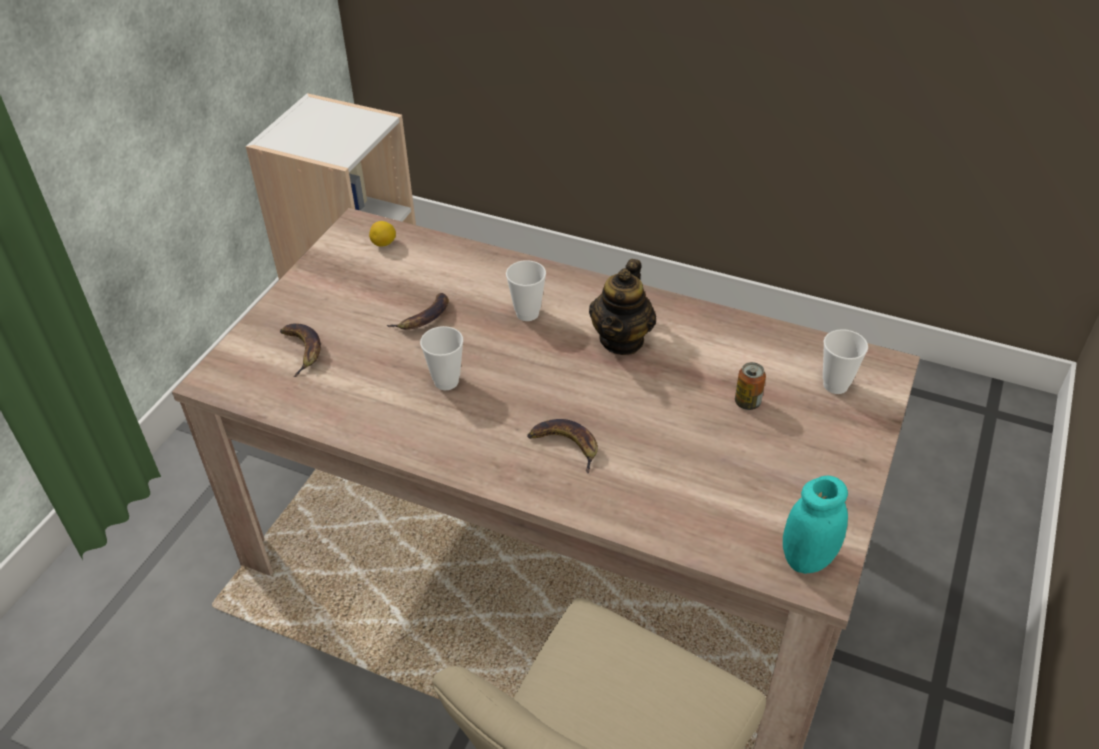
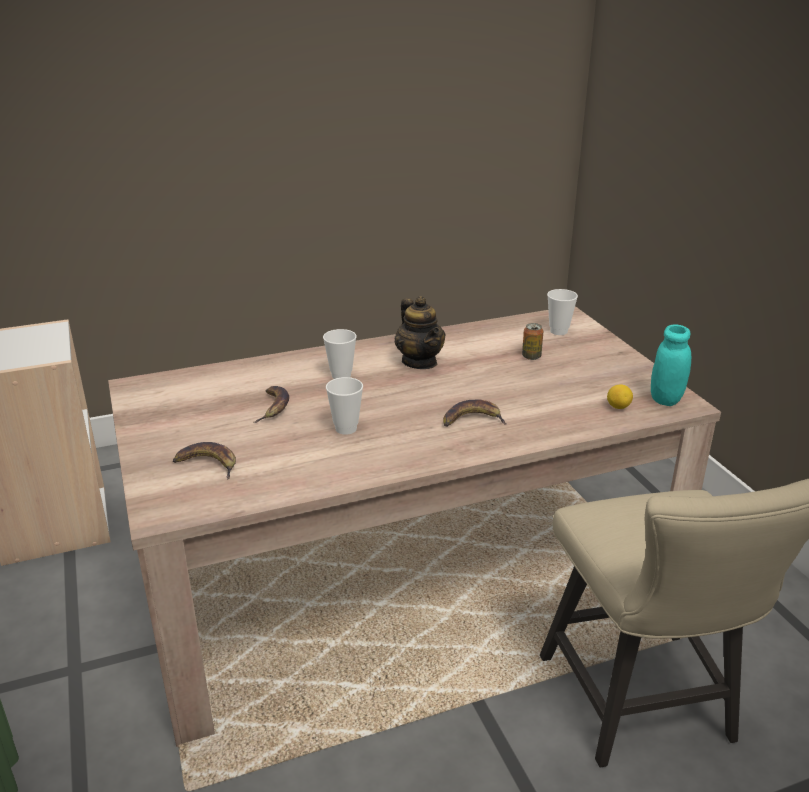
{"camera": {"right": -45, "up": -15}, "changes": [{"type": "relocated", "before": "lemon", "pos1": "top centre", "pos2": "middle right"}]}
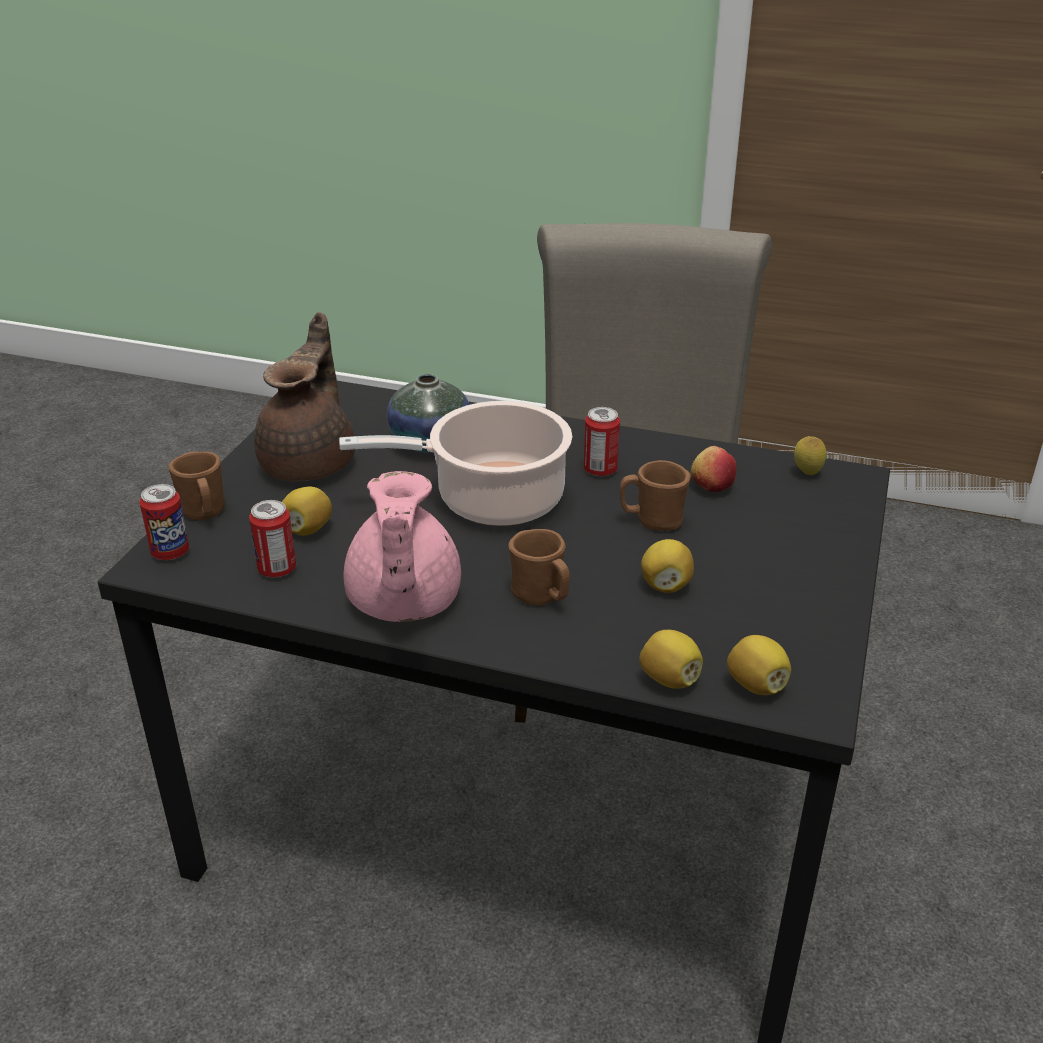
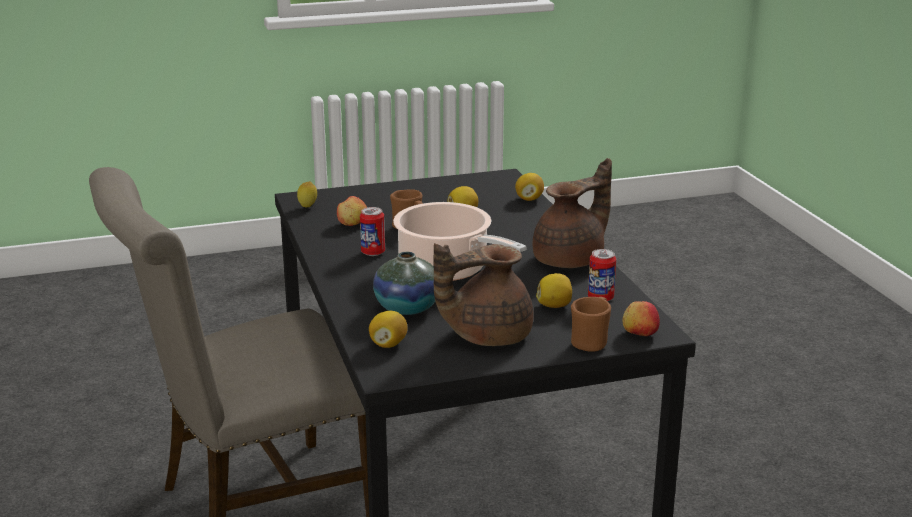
{"camera": {"right": -125, "up": -10}, "changes": [{"type": "colour", "before": "tea pot (pink)", "after": "tea pot (brown-coloured) (no. 2 from left)", "pos1": "centre", "pos2": "centre"}, {"type": "exchanged", "before": "sealed can (no. 1 from left)", "after": "whole apple (no. 2 from left)", "pos1": "middle left", "pos2": "middle right"}, {"type": "missing", "before": "coffee mug (brown-coloured) (no. 2 from left)", "pos1": "centre"}, {"type": "relocated", "before": "lemon (no. 4 from left in the first image)", "after": "lemon (no. 2 from left)", "pos1": "middle right", "pos2": "centre"}]}
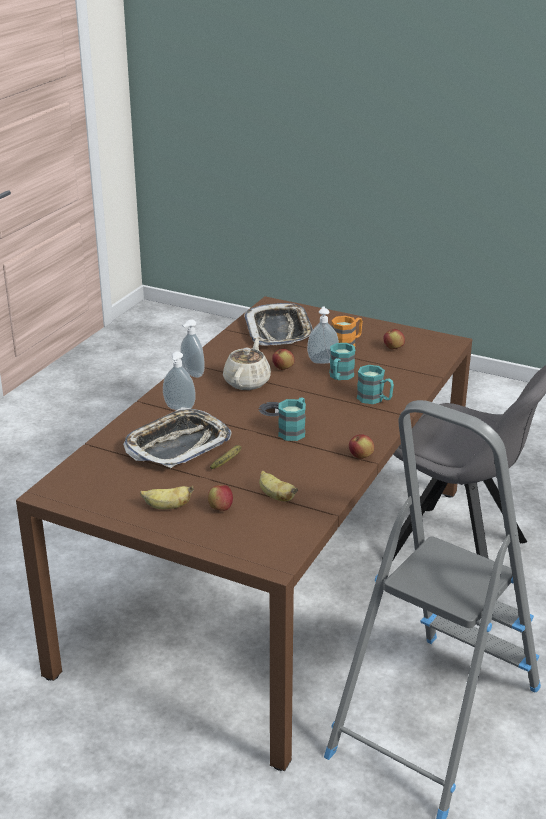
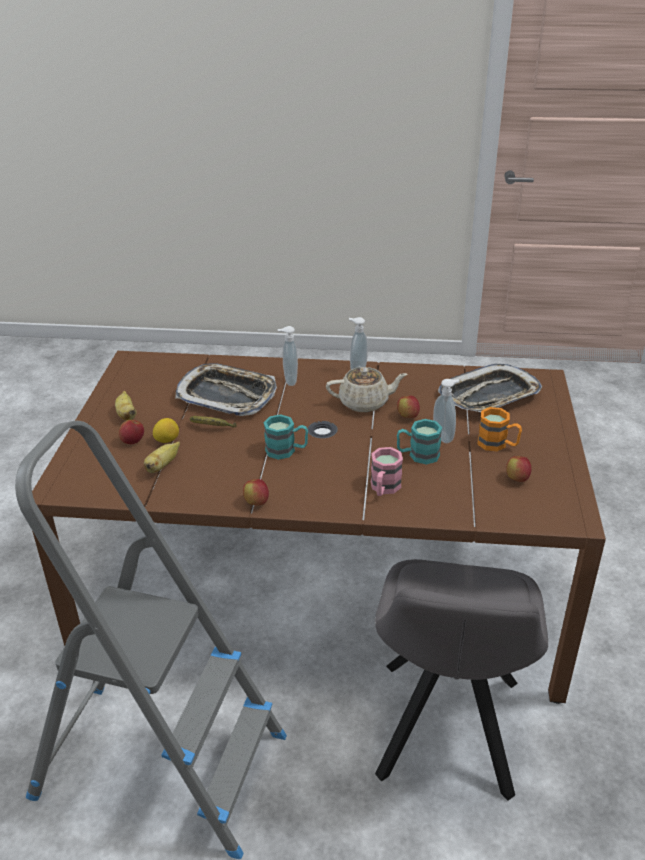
{"camera": {"right": 70, "up": 5}, "changes": [{"type": "colour", "before": "coffee mug (turquoise) (no. 3 from left)", "after": "coffee mug (pink)", "pos1": "middle right", "pos2": "centre"}, {"type": "appeared", "after": "lemon", "pos2": "middle left"}]}
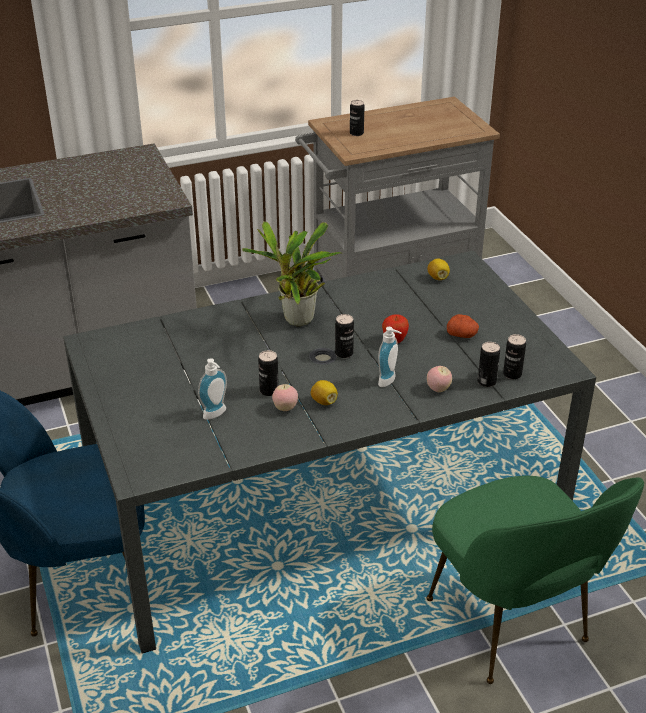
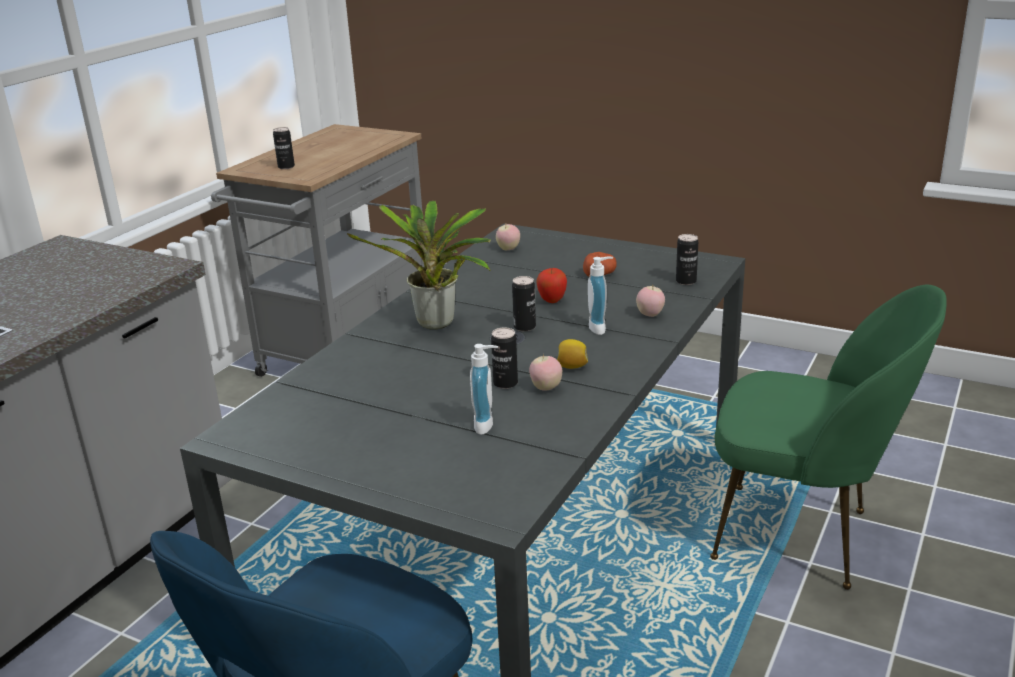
{"camera": {"right": -40, "up": -10}, "changes": [{"type": "exchanged", "before": "lemon (no. 2 from left)", "after": "whole apple (no. 1 from left)", "pos1": "middle right", "pos2": "centre"}, {"type": "missing", "before": "sealed can (no. 4 from left)", "pos1": "middle right"}]}
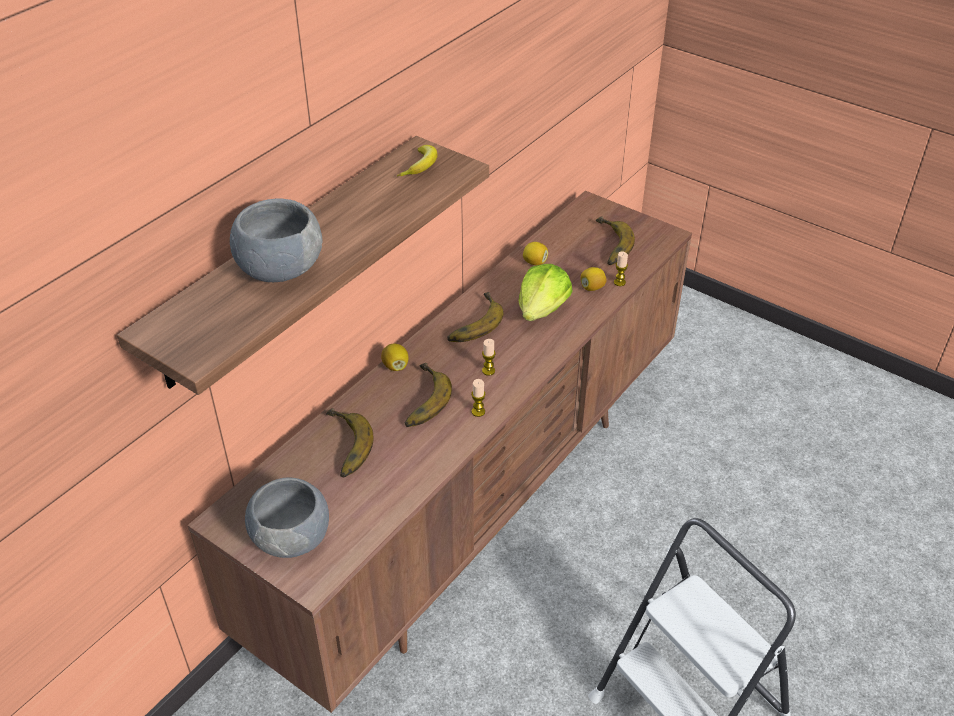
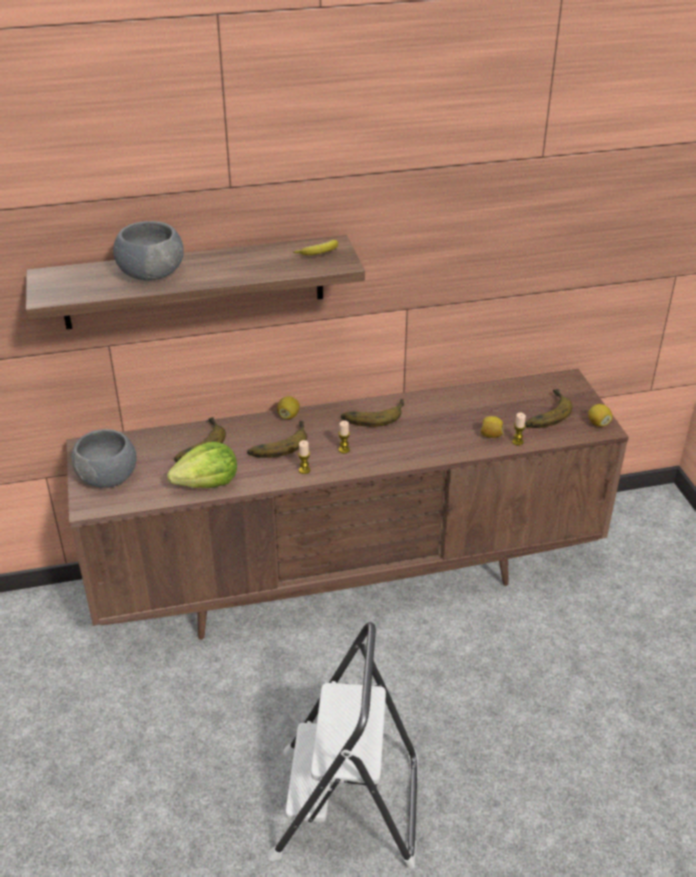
{"camera": {"right": 40, "up": -5}, "changes": [{"type": "relocated", "before": "lemon (no. 2 from left in the first image)", "after": "lemon (no. 3 from left)", "pos1": "centre", "pos2": "middle right"}, {"type": "relocated", "before": "lettuce head", "pos1": "centre", "pos2": "middle left"}]}
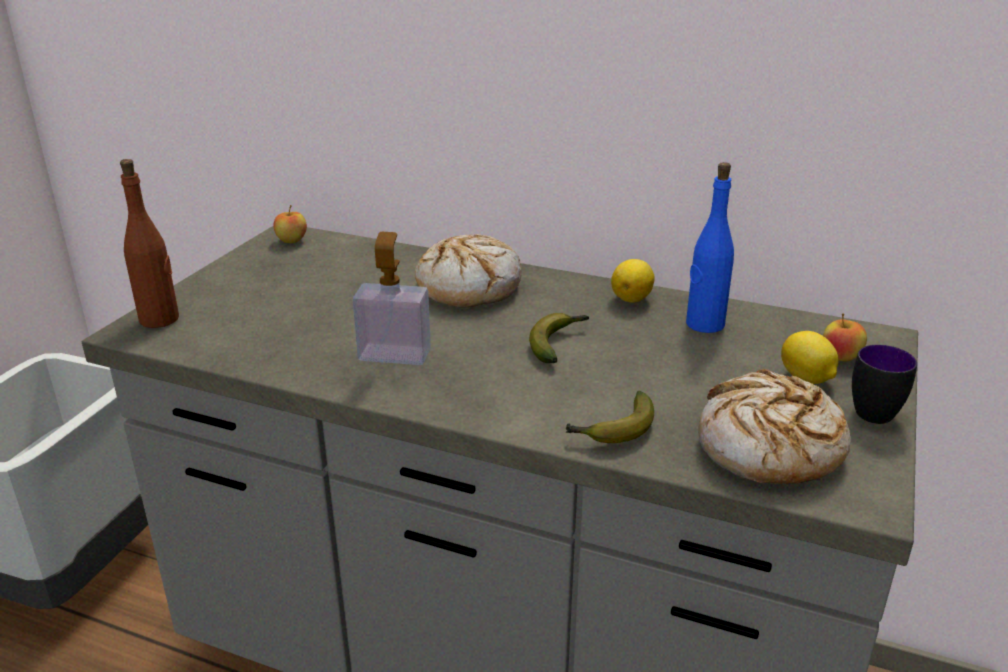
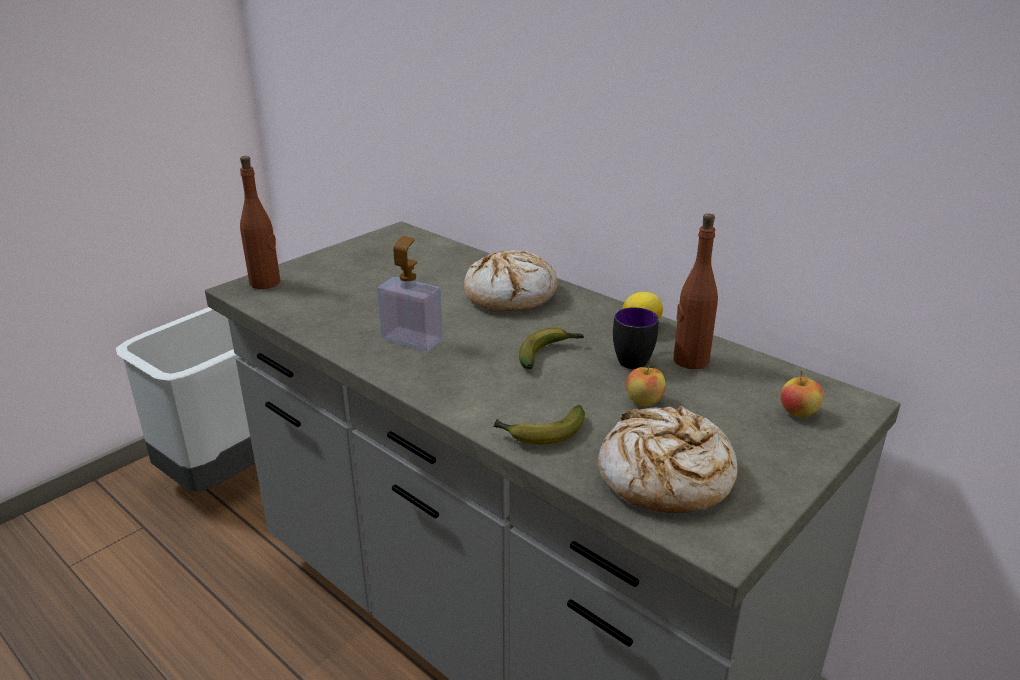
{"camera": {"right": 20, "up": 0}, "changes": [{"type": "colour", "before": "bottle (blue-coloured)", "after": "bottle (brown-coloured) (no. 2 from left)", "pos1": "middle right", "pos2": "middle right"}, {"type": "relocated", "before": "whole apple (no. 1 from left)", "pos1": "middle left", "pos2": "centre"}, {"type": "missing", "before": "lemon (no. 2 from left)", "pos1": "middle right"}, {"type": "relocated", "before": "coffee mug", "pos1": "middle right", "pos2": "centre"}]}
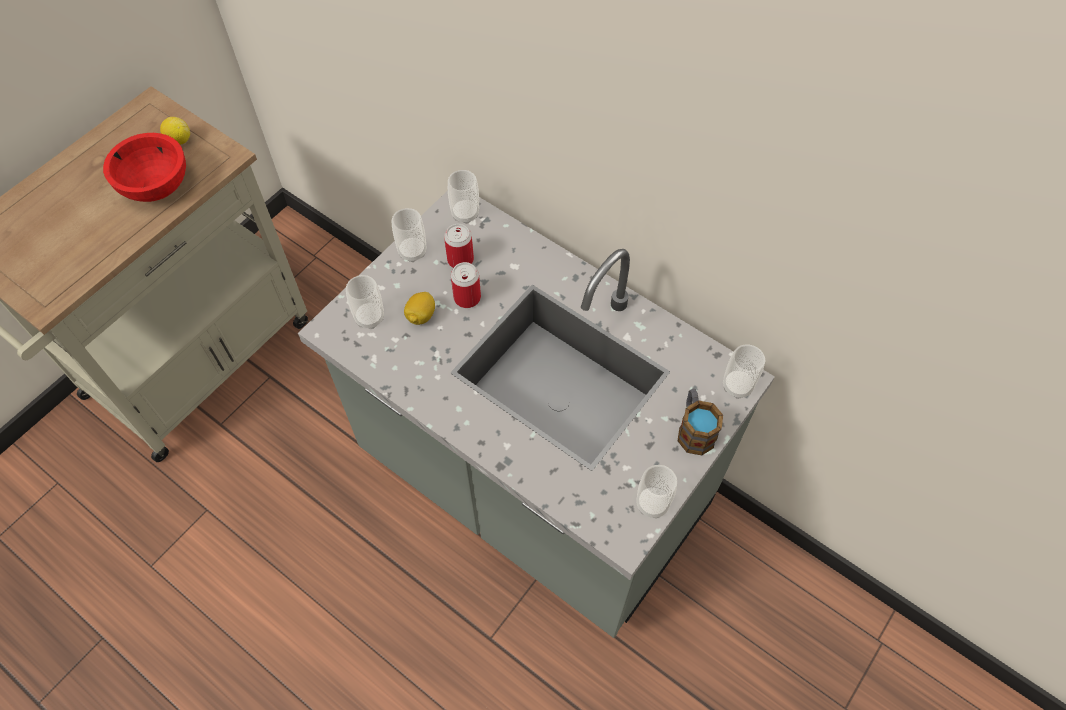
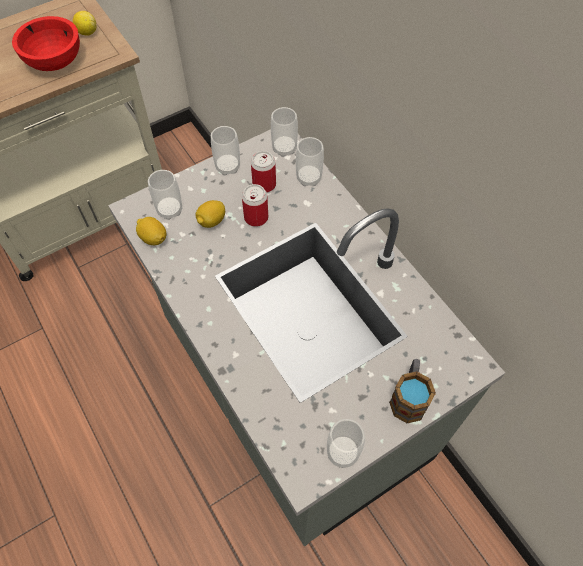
{"camera": {"right": 20, "up": 0}, "changes": [{"type": "relocated", "before": "cup (no. 5 from left in the first image)", "after": "cup (no. 4 from left)", "pos1": "middle right", "pos2": "top centre"}, {"type": "appeared", "after": "lemon (no. 2 from left)", "pos2": "middle left"}]}
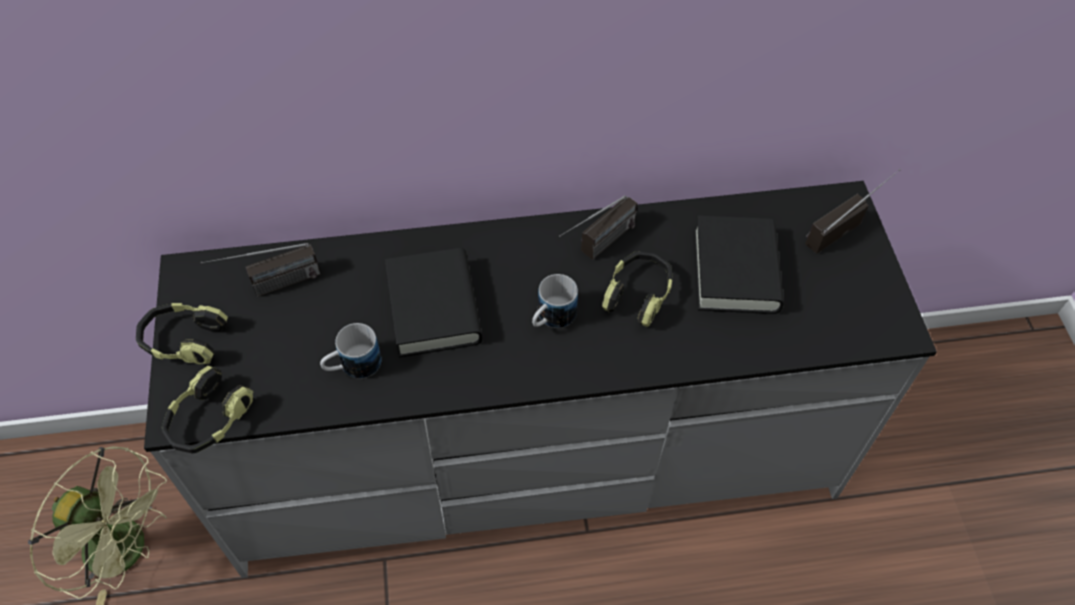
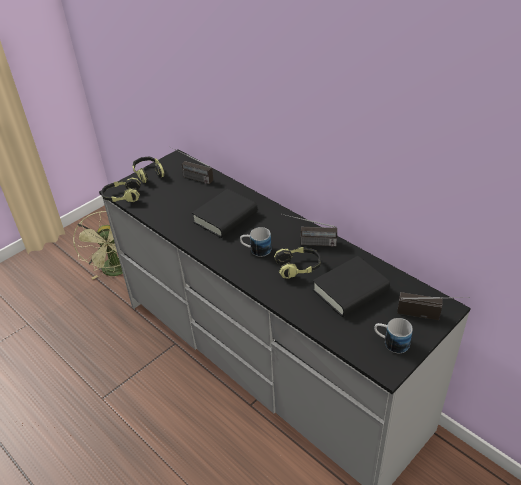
{"camera": {"right": 55, "up": -15}, "changes": [{"type": "relocated", "before": "coffee mug (no. 1 from left in the first image)", "after": "coffee mug (no. 2 from left)", "pos1": "middle left", "pos2": "bottom right"}]}
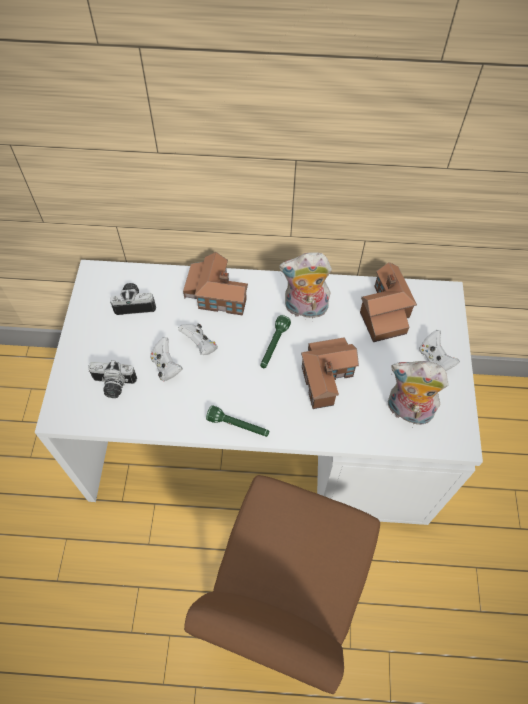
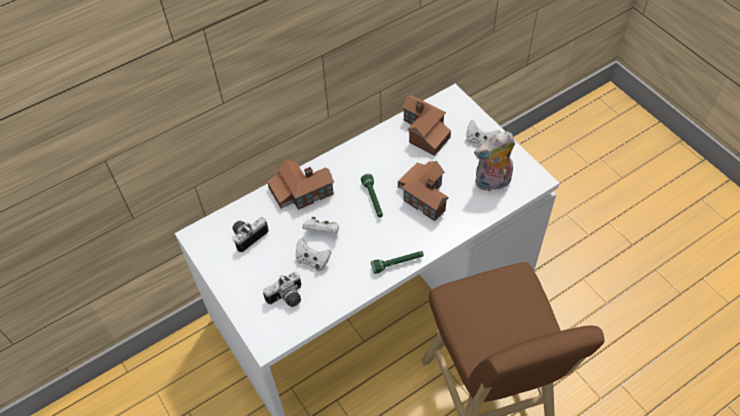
{"camera": {"right": -35, "up": -5}, "changes": [{"type": "missing", "before": "soft toy (no. 1 from left)", "pos1": "centre"}]}
